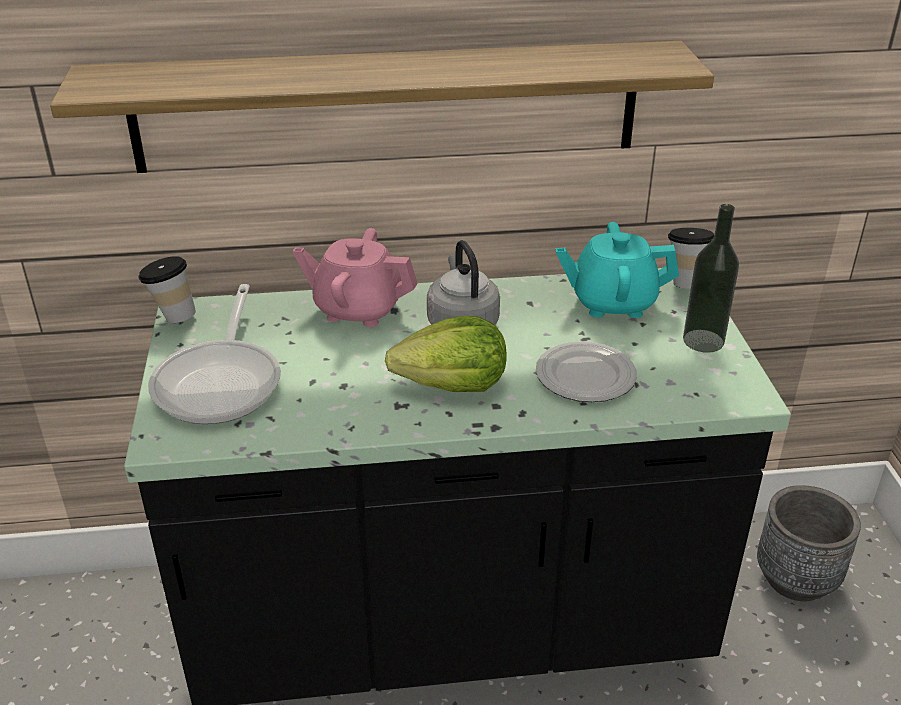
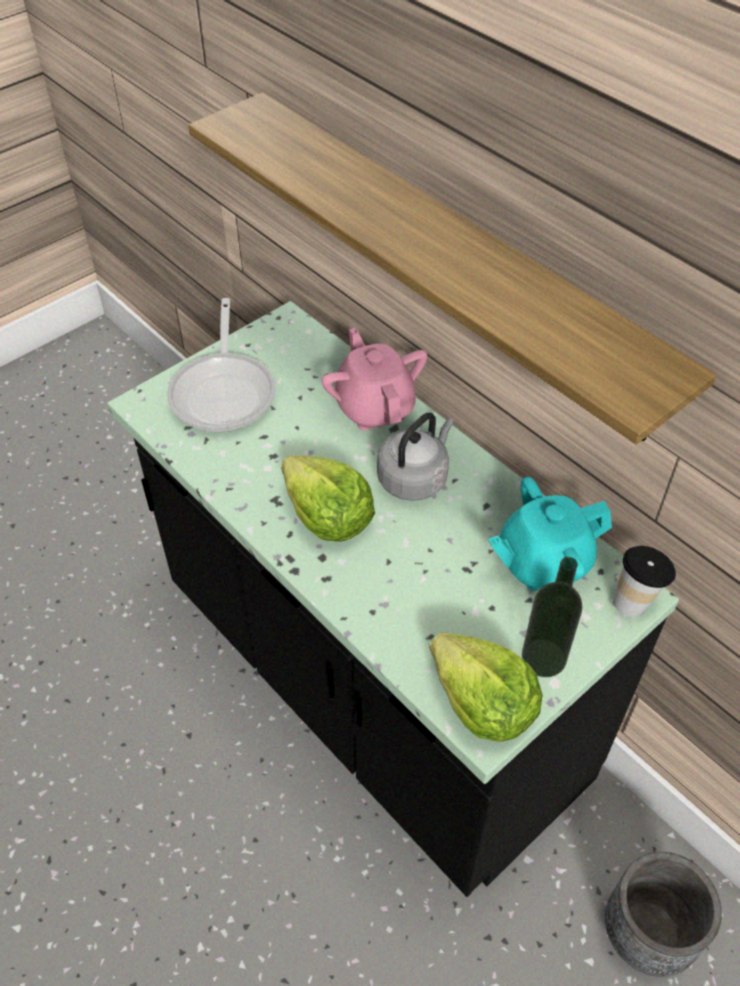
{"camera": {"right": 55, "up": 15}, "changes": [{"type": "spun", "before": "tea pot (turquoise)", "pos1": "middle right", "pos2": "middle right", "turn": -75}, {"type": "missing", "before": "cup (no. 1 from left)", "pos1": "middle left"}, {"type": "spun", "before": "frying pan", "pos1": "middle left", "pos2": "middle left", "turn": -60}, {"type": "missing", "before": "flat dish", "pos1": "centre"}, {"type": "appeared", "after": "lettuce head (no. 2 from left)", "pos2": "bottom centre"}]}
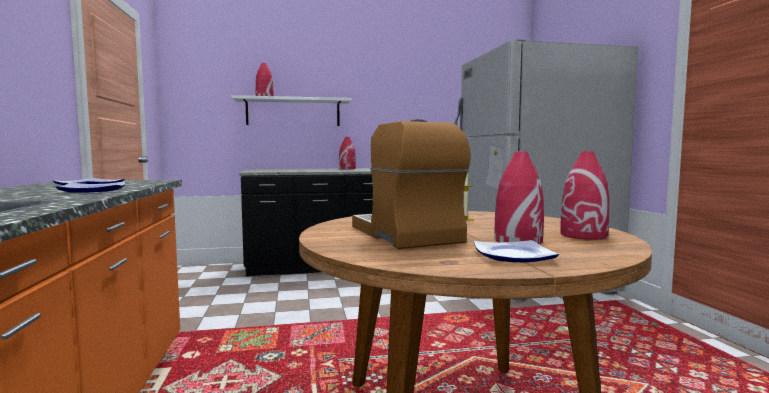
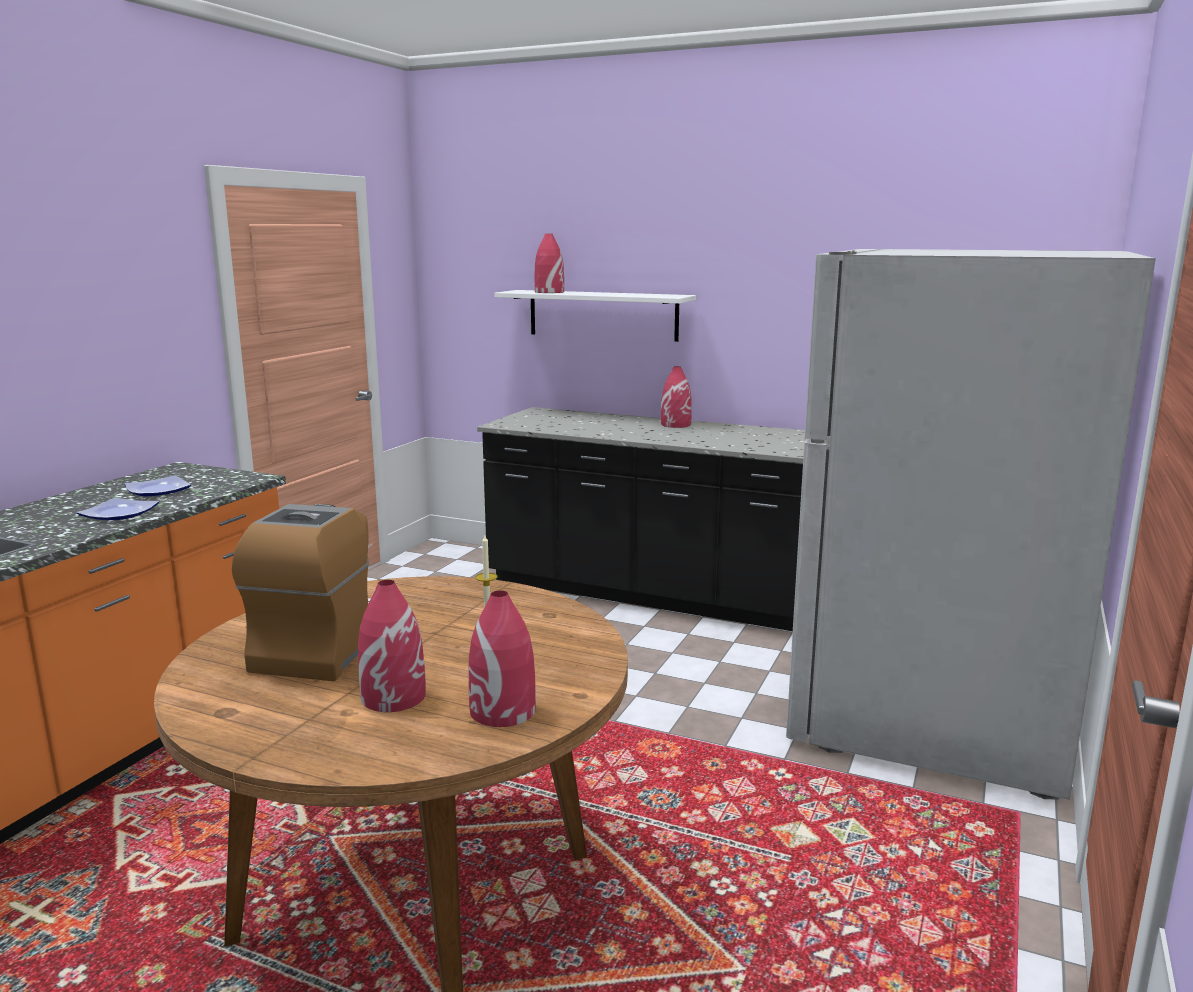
{"camera": {"right": 35, "up": 10}, "changes": [{"type": "missing", "before": "flat dish (no. 3 from left)", "pos1": "middle right"}]}
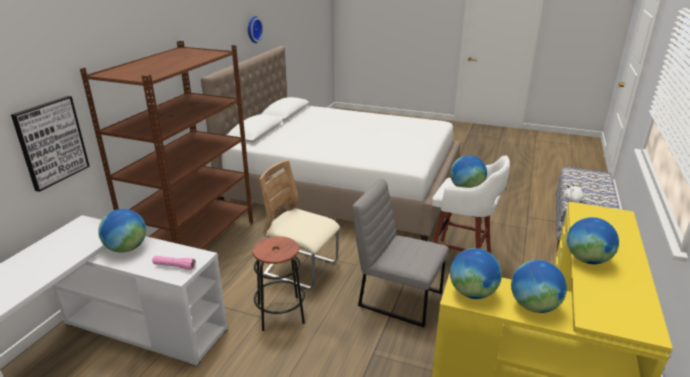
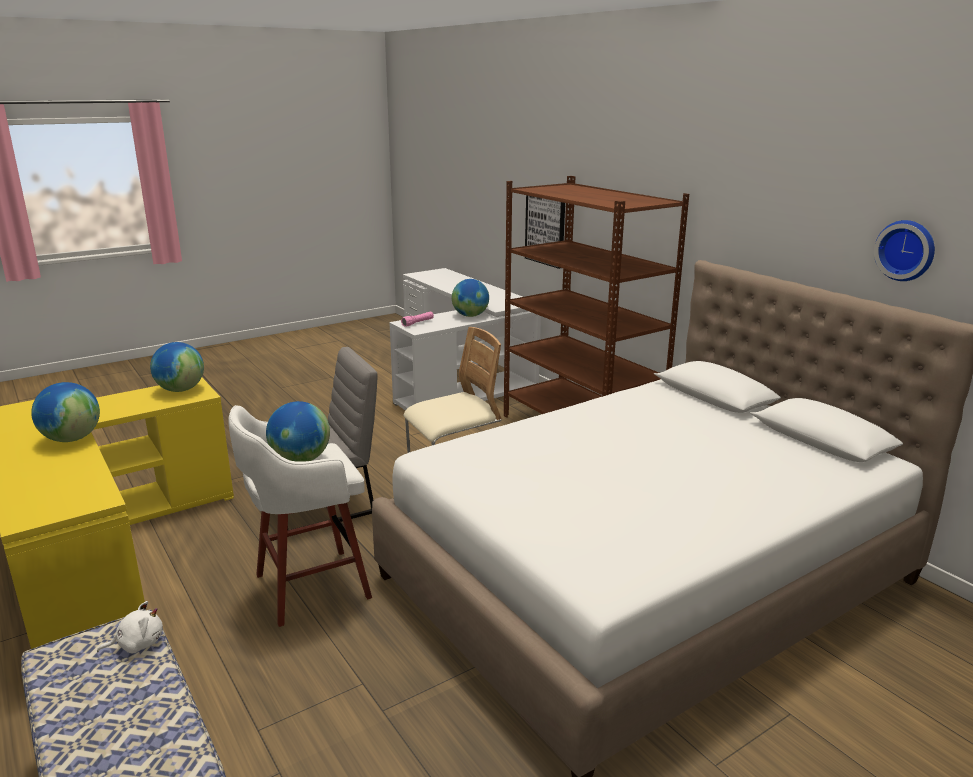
{"camera": {"right": 125, "up": -5}, "changes": [{"type": "missing", "before": "stool (black)", "pos1": "bottom centre"}, {"type": "missing", "before": "desk globe (no. 4 from left)", "pos1": "bottom right"}]}
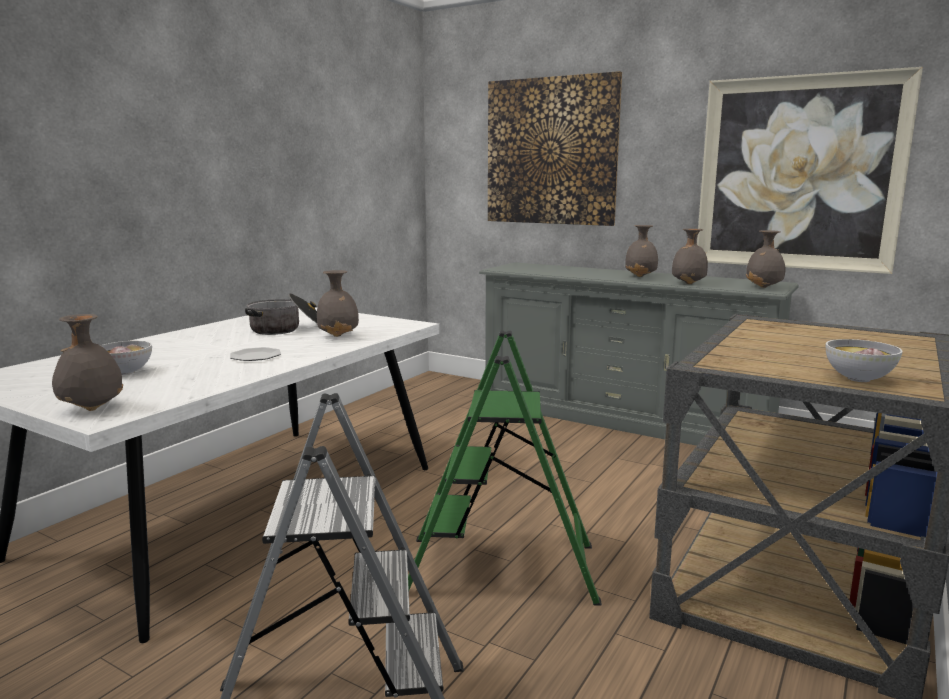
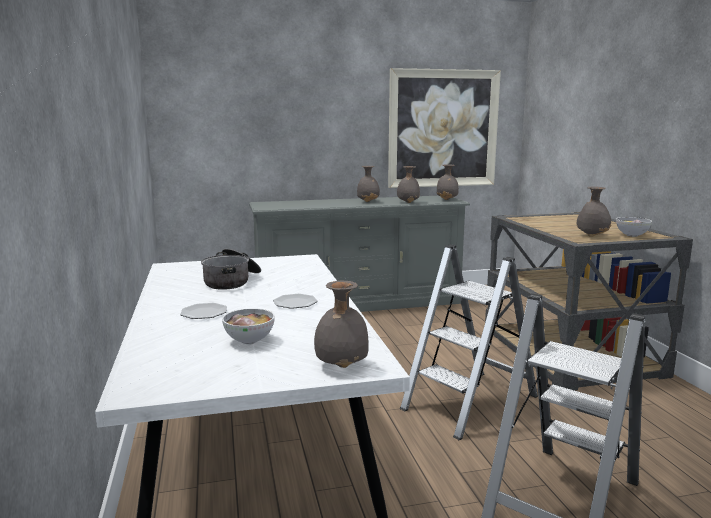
{"camera": {"right": -45, "up": 0}, "changes": [{"type": "missing", "before": "wall art (no. 1 from left)", "pos1": "top centre"}, {"type": "relocated", "before": "vase (greyish) (no. 2 from left in the first image)", "after": "vase (greyish) (no. 5 from left)", "pos1": "centre", "pos2": "middle right"}, {"type": "colour", "before": "stepladder (green)", "after": "stepladder (greyish) (no. 1 from left)", "pos1": "bottom centre", "pos2": "centre"}, {"type": "appeared", "after": "flat dish (no. 1 from left)", "pos2": "middle left"}]}
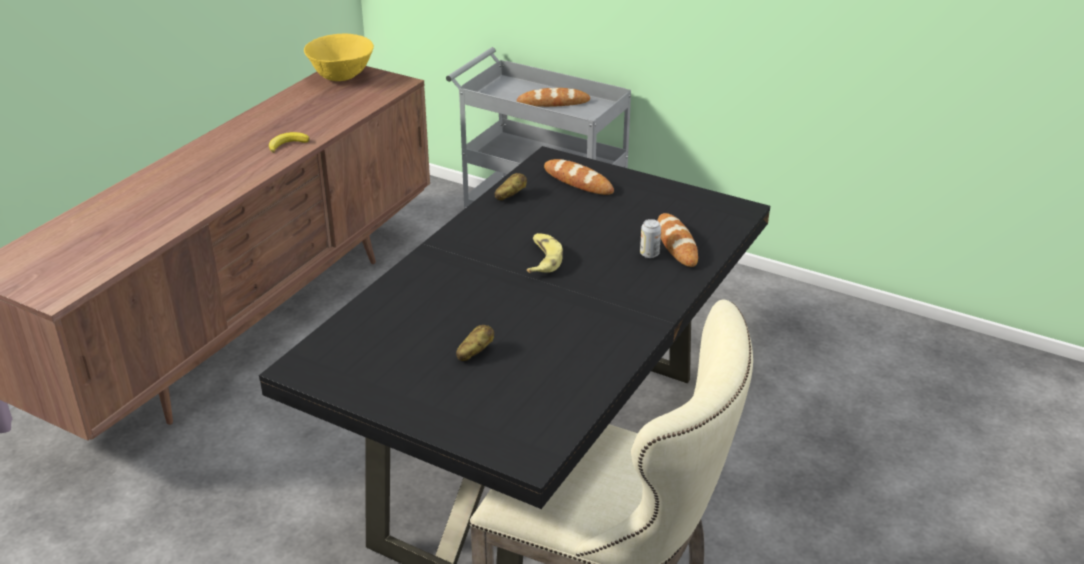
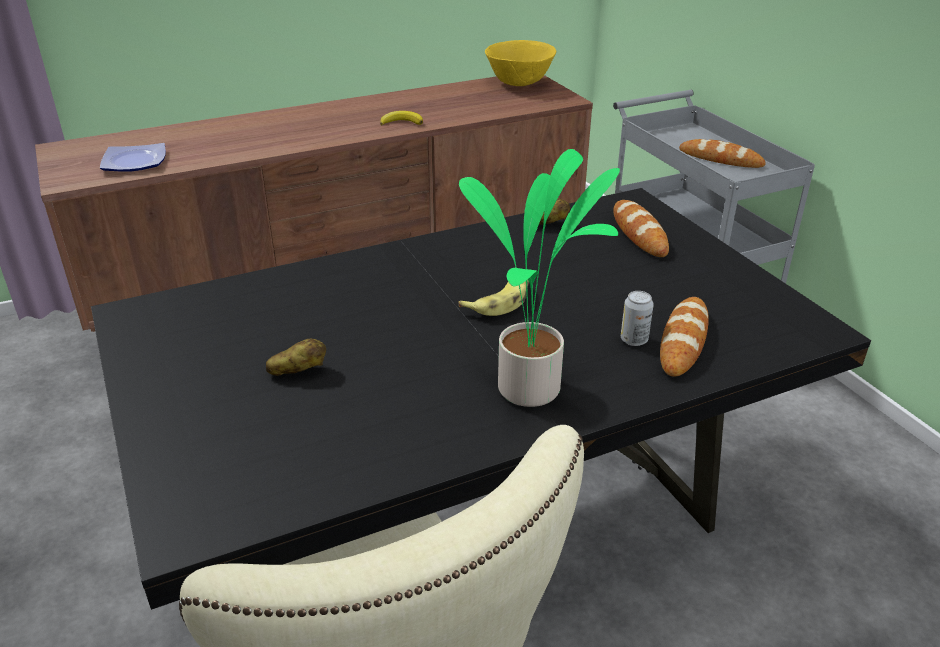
{"camera": {"right": 35, "up": 0}, "changes": [{"type": "appeared", "after": "flat dish", "pos2": "top left"}, {"type": "appeared", "after": "plant in a pot", "pos2": "centre"}]}
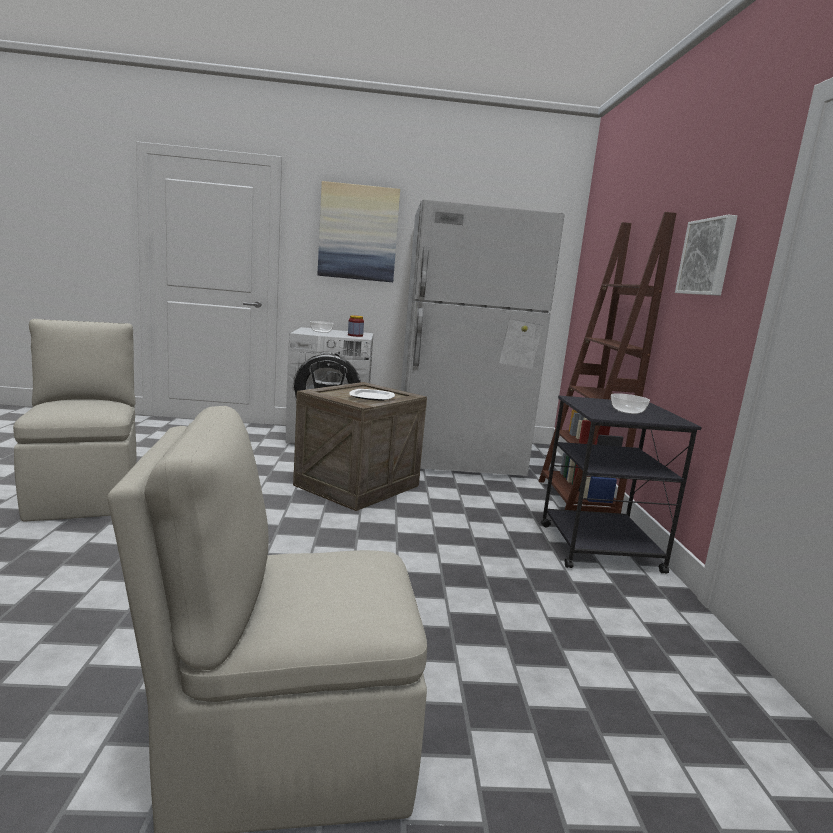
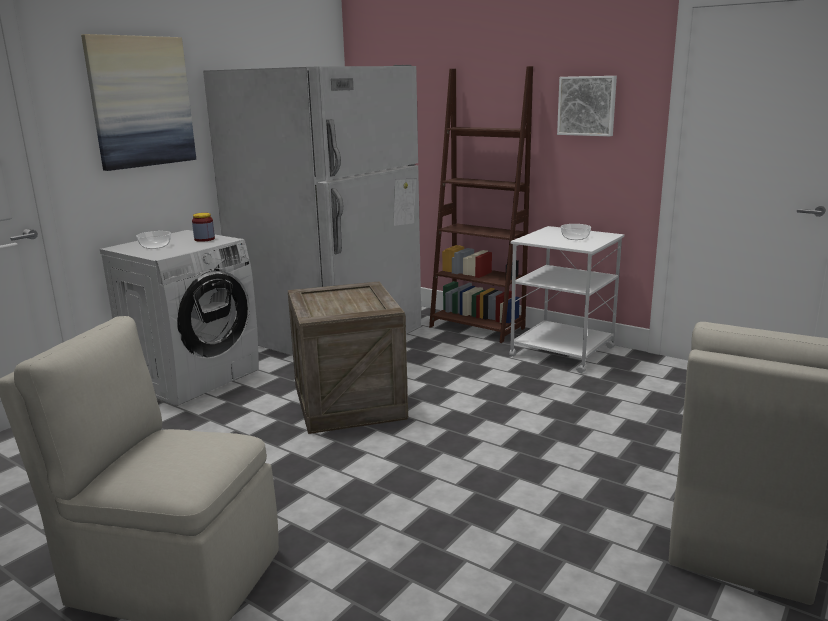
{"camera": {"right": -50, "up": 5}, "changes": [{"type": "missing", "before": "flat dish", "pos1": "centre"}, {"type": "colour", "before": "cart (black)", "after": "cart (whitish)", "pos1": "middle right", "pos2": "middle right"}]}
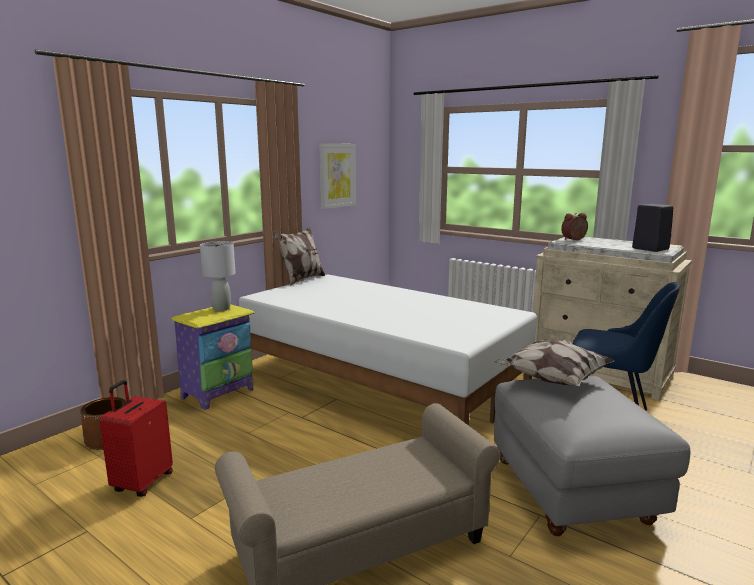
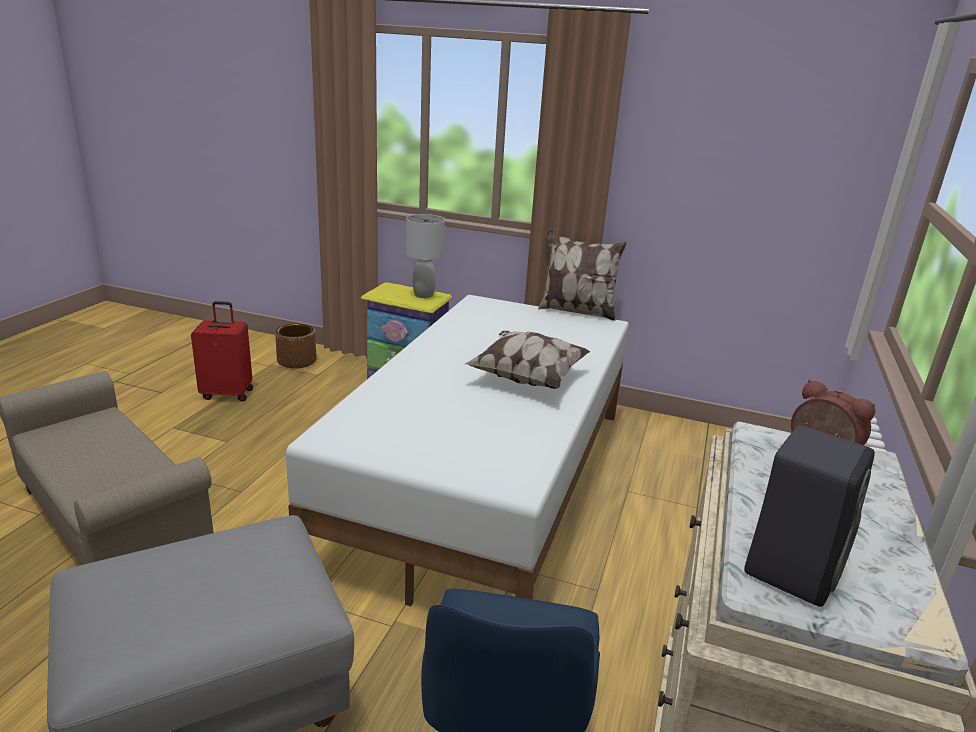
{"camera": {"right": 70, "up": 10}, "changes": [{"type": "missing", "before": "wall art", "pos1": "top centre"}, {"type": "relocated", "before": "cushion (no. 2 from left in the first image)", "after": "cushion (no. 1 from left)", "pos1": "middle right", "pos2": "centre"}]}
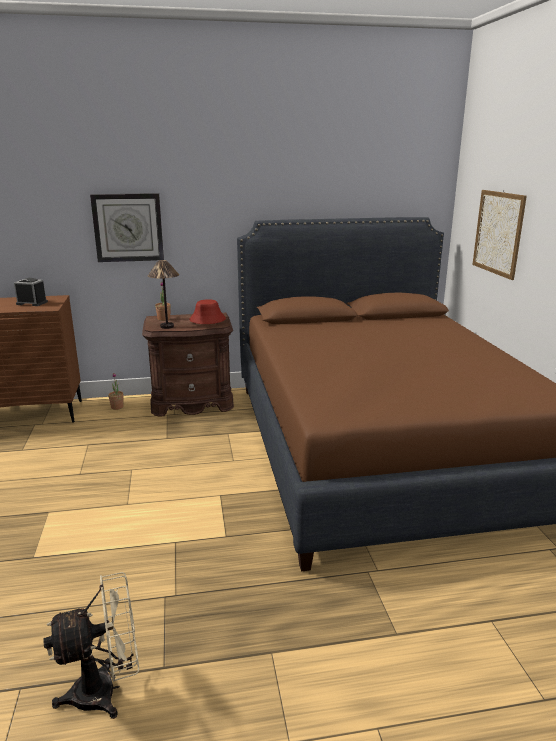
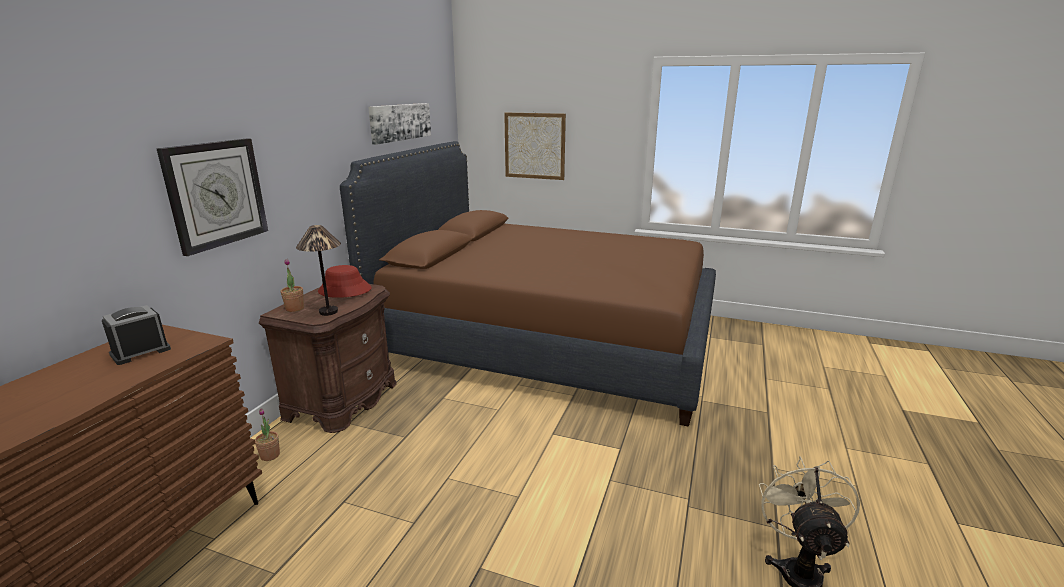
{"camera": {"right": -60, "up": 0}, "changes": [{"type": "appeared", "after": "wall art (no. 1 from left)", "pos2": "top centre"}]}
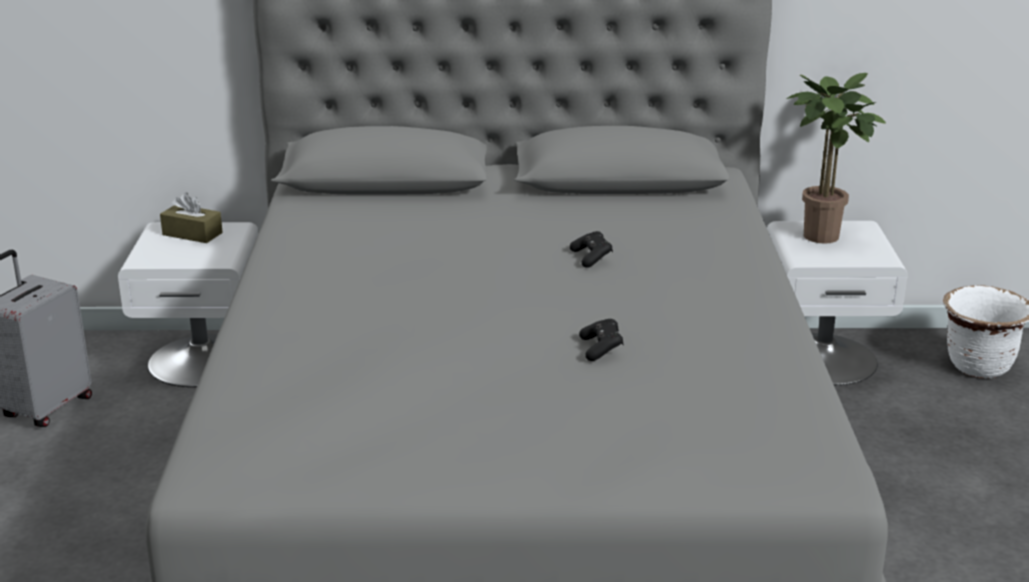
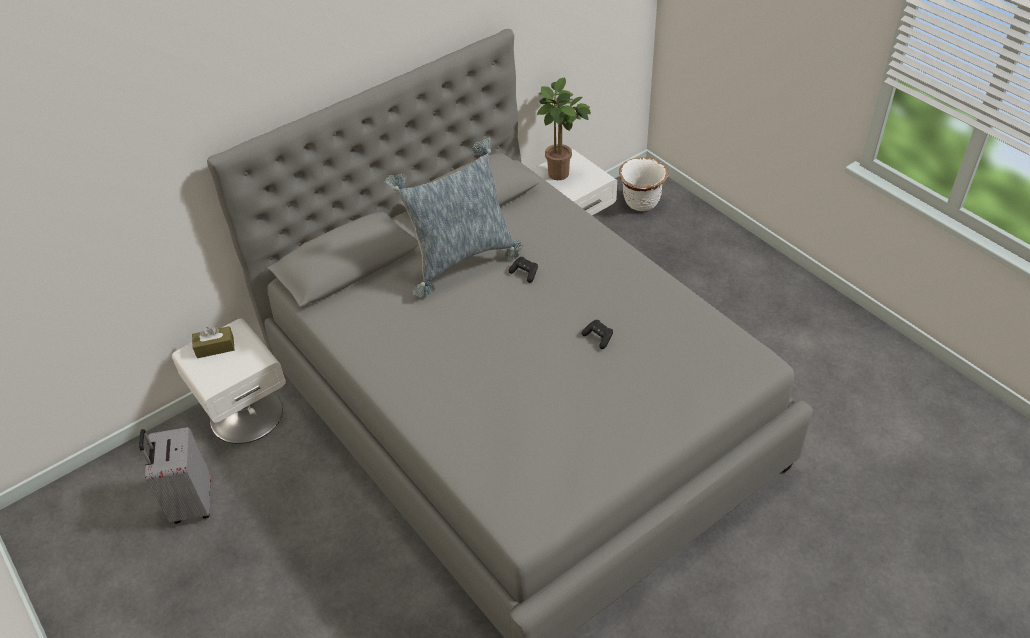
{"camera": {"right": -35, "up": 20}, "changes": [{"type": "appeared", "after": "cushion", "pos2": "centre"}]}
